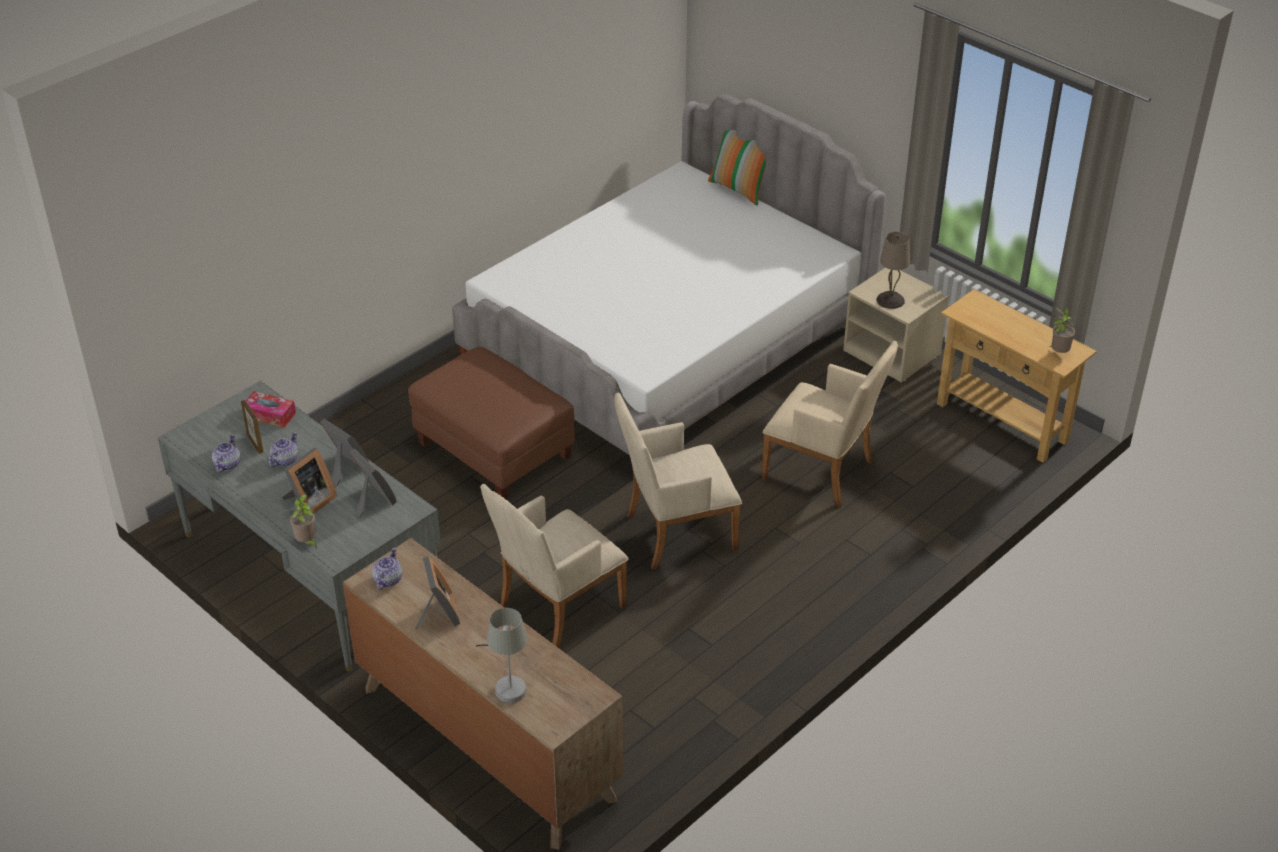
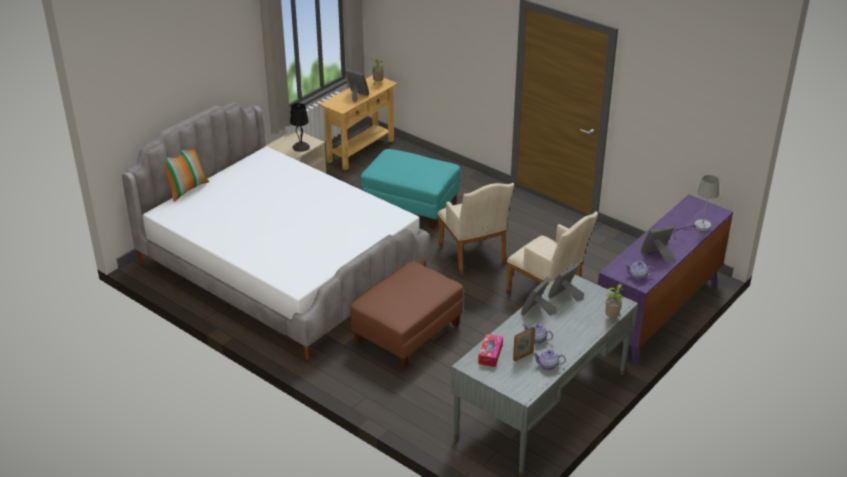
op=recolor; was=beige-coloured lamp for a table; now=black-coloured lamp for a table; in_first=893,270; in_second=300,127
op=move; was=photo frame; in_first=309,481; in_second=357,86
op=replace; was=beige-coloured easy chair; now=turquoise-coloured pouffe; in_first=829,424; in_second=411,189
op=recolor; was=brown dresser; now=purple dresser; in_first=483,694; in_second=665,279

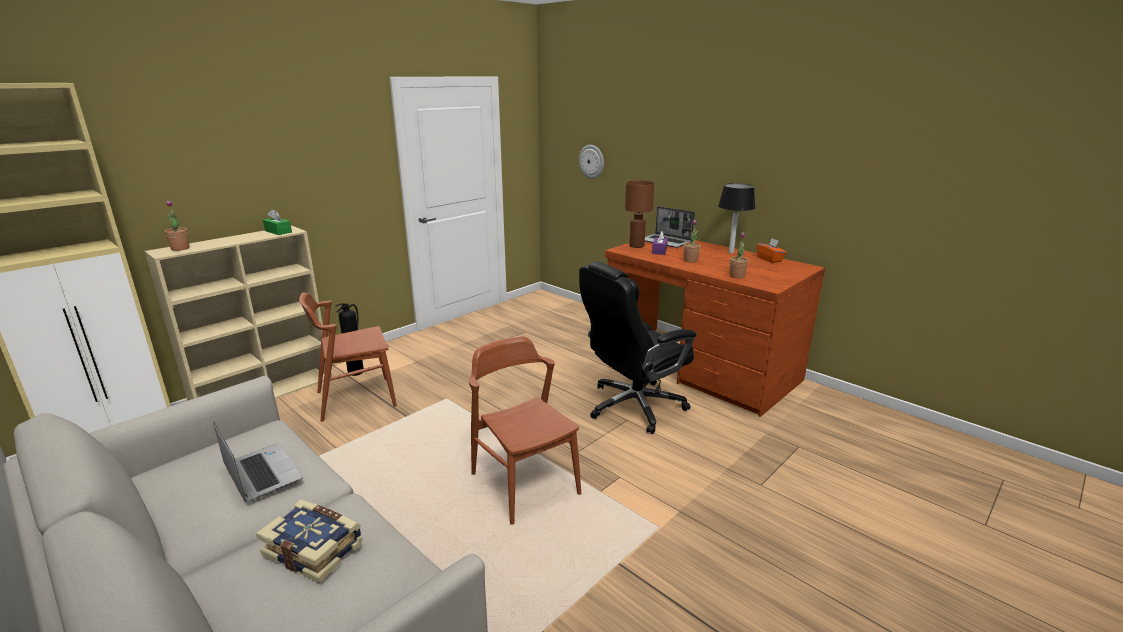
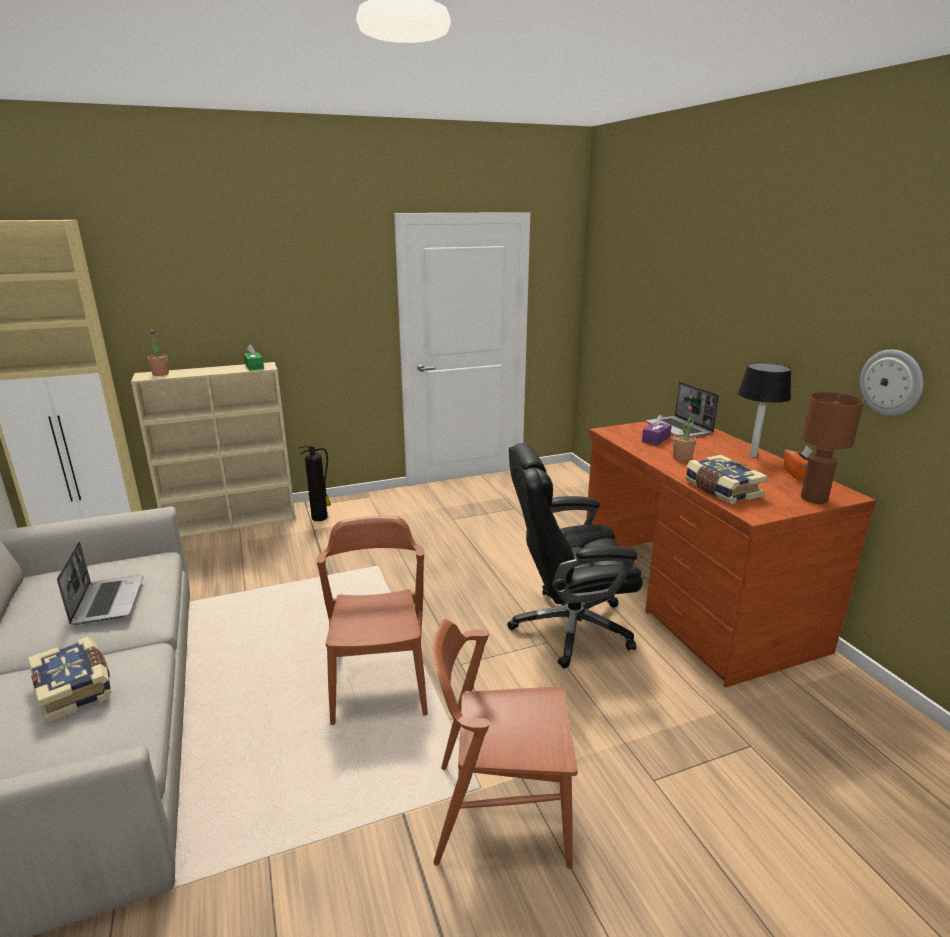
op=move; was=brown plain chair; in_first=348,357; in_second=505,744
op=replace; was=houseplant; now=bound book; in_first=738,255; in_second=726,479
op=move; was=brown lamp for a table; in_first=639,214; in_second=832,448
op=move; was=clock on the wall; in_first=591,161; in_second=891,382

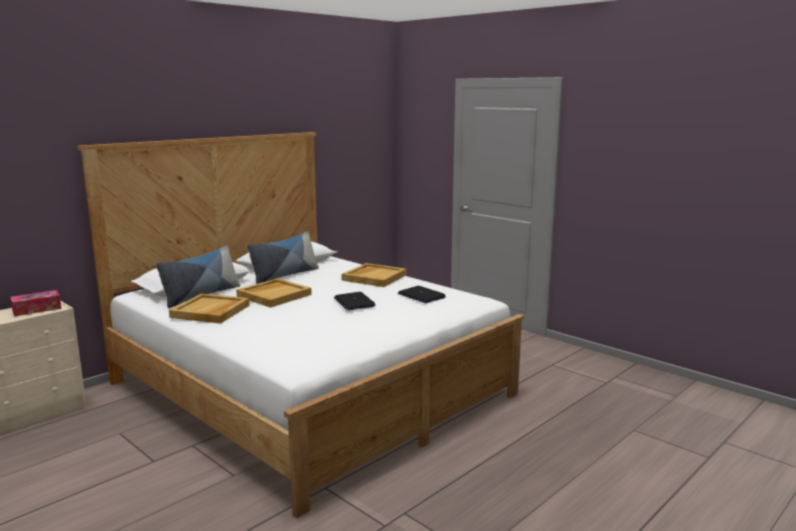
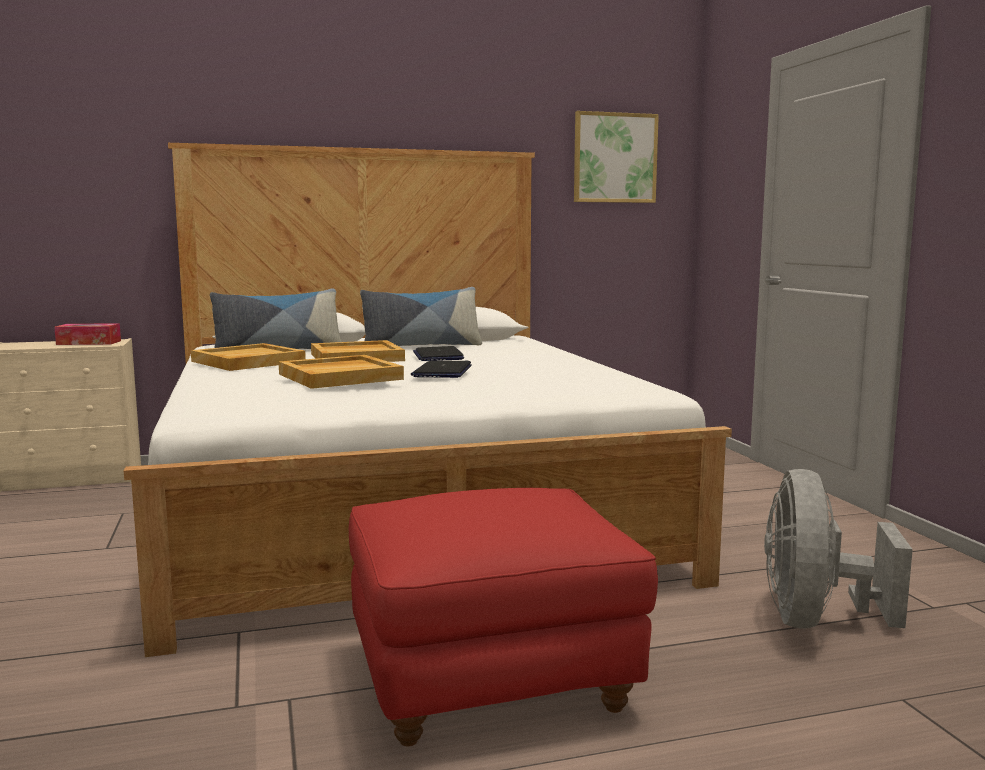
op=move; was=beige-coloured tray; in_first=374,275; in_second=341,372
op=insert; now=reddish pouffe; in_second=503,617
op=move; was=portable computer; in_first=422,294; in_second=438,353
op=insert; now=picture; in_second=616,157
op=insert; now=gray electric fan; in_second=838,549

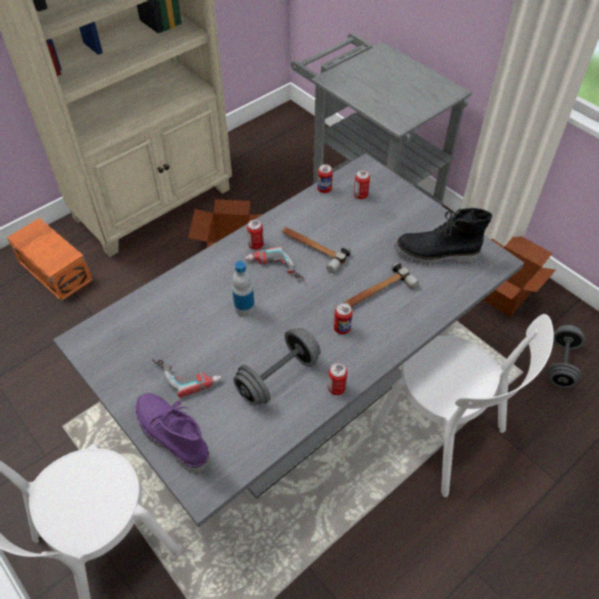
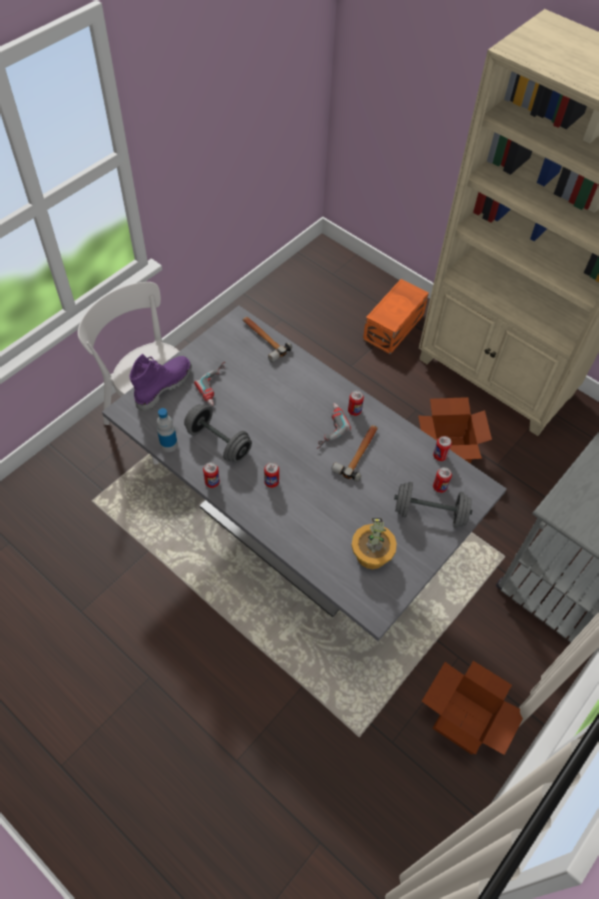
op=move; was=bottle; in_first=243,289; in_second=167,430
op=move; was=tool hammer; in_first=381,284; in_second=267,339
op=replace; was=black-coloured high-top boot; now=houseplant; in_first=443,236; in_second=374,543
op=move; was=gray dumbbell; in_first=566,356; in_second=433,505
op=delete; was=whitish plain chair; in_first=462,405

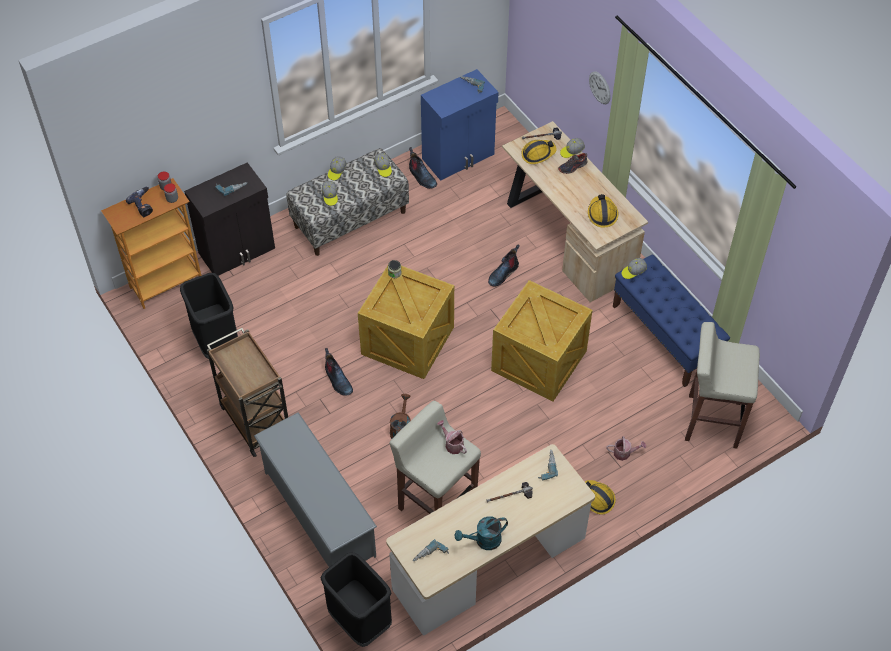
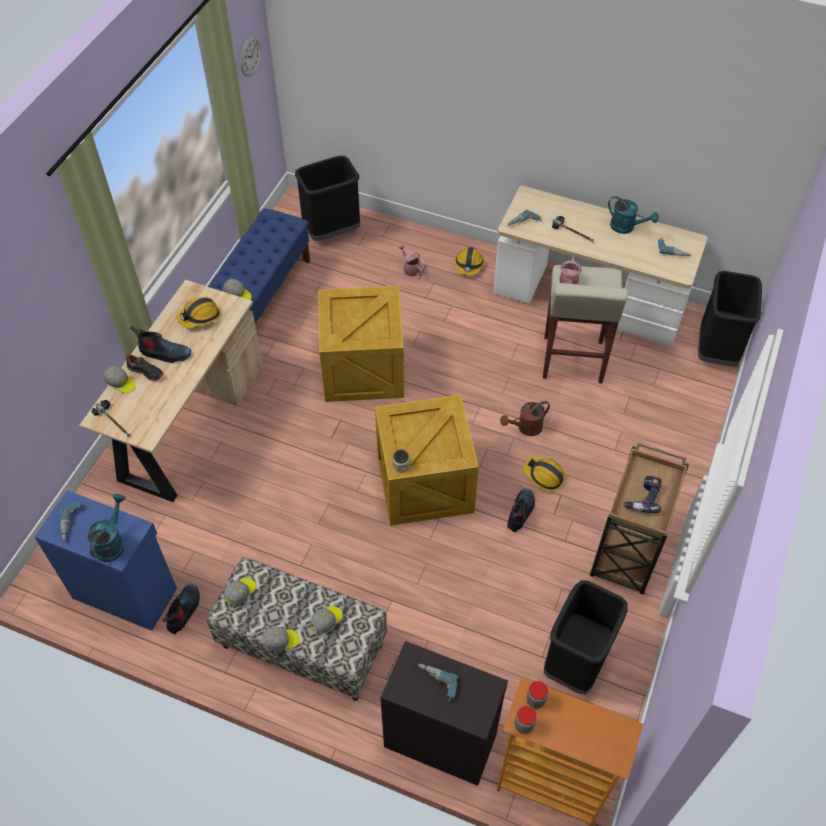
op=insert; now=turquoise-coloured watering pot; in_second=106,528
op=move; was=high-top boot; in_first=504,265; in_second=160,344
op=move; was=clock on the wall; in_first=600,87; in_second=251,56
op=replace; was=beige-coloured sitting stool; now=black-coloured rubbish bin; in_first=722,385; in_second=327,198
op=move; was=safety helmet; in_first=539,152; in_second=544,474
op=move; was=drill; in_first=139,202; in_second=642,494
op=delete; was=gray shoe shelf; in_first=315,489

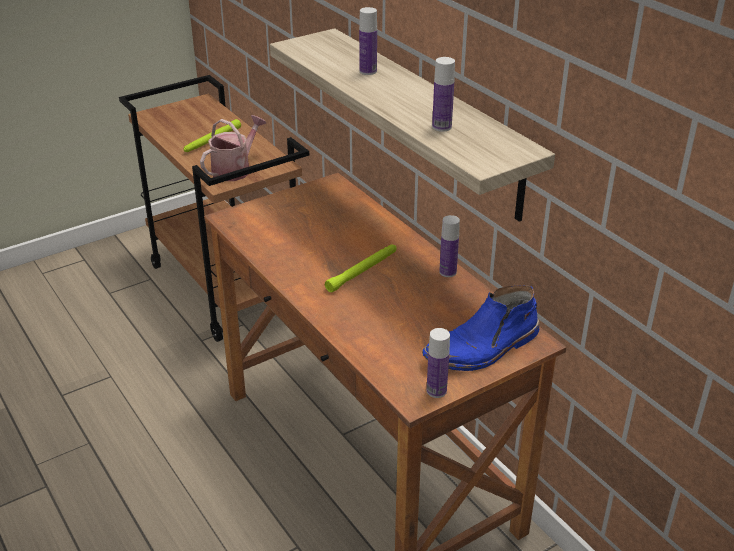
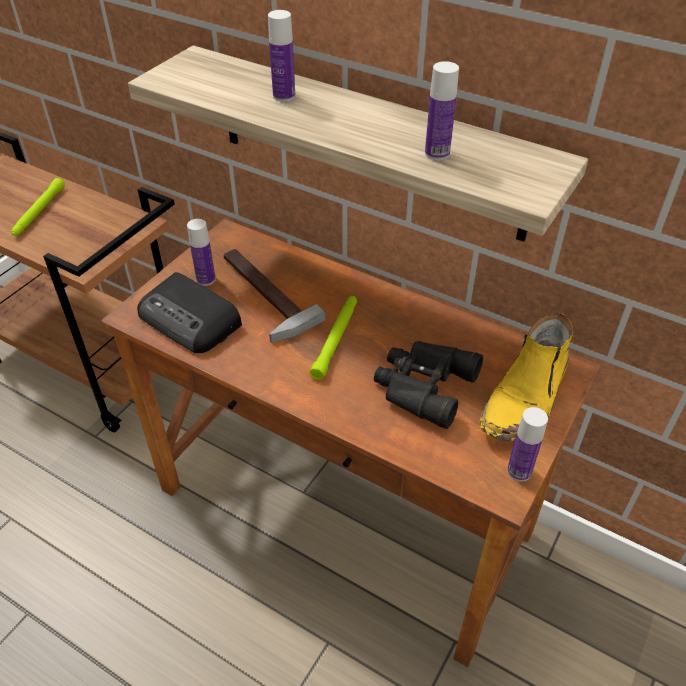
op=insert; now=radio receiver; in_second=189,312
op=move; was=bottle; in_first=449,246; in_second=201,252
op=insert; now=tool hammer; in_second=275,296
op=insert; now=black-coloured binoculars; in_second=428,385
op=recolor; was=blue-coloured high-top boot; now=yellow high-top boot; in_first=480,328; in_second=526,377
op=delete; was=watering pot; in_first=233,148

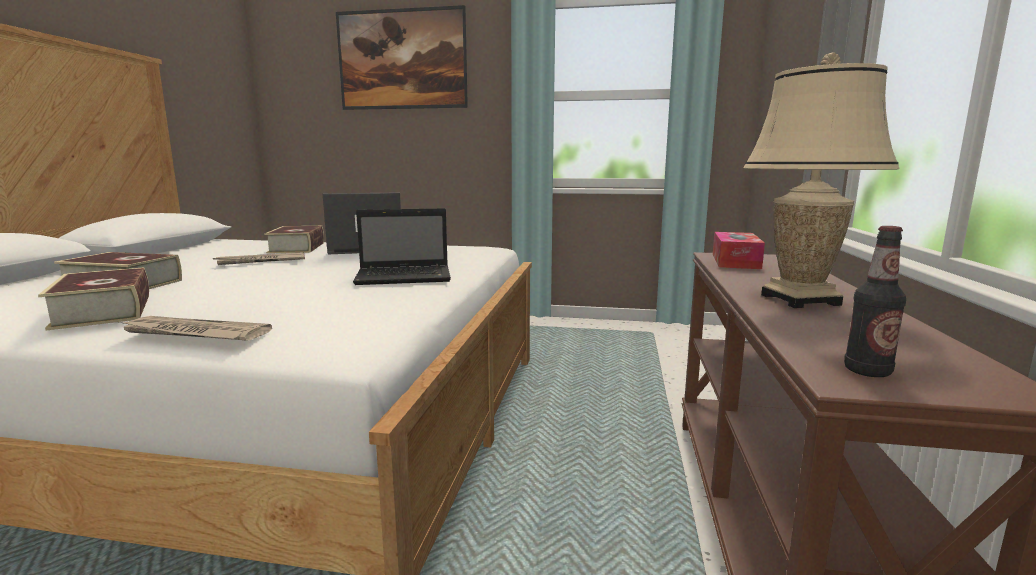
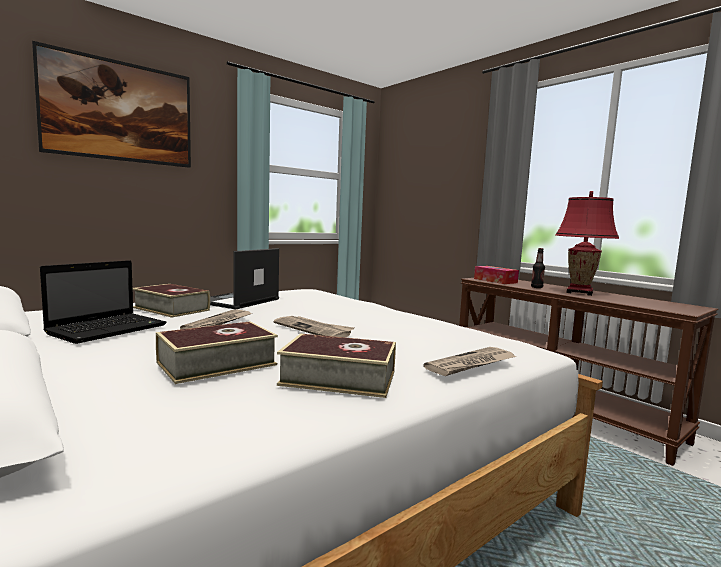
op=move; was=portable computer; in_first=402,246; in_second=103,302
op=insert; now=printed paper; in_second=314,326
op=move; was=bottle; in_first=875,301; in_second=538,268
op=recolor; was=beige-coloured lamp for a table; now=reddish lamp for a table; in_first=821,180; in_second=587,243

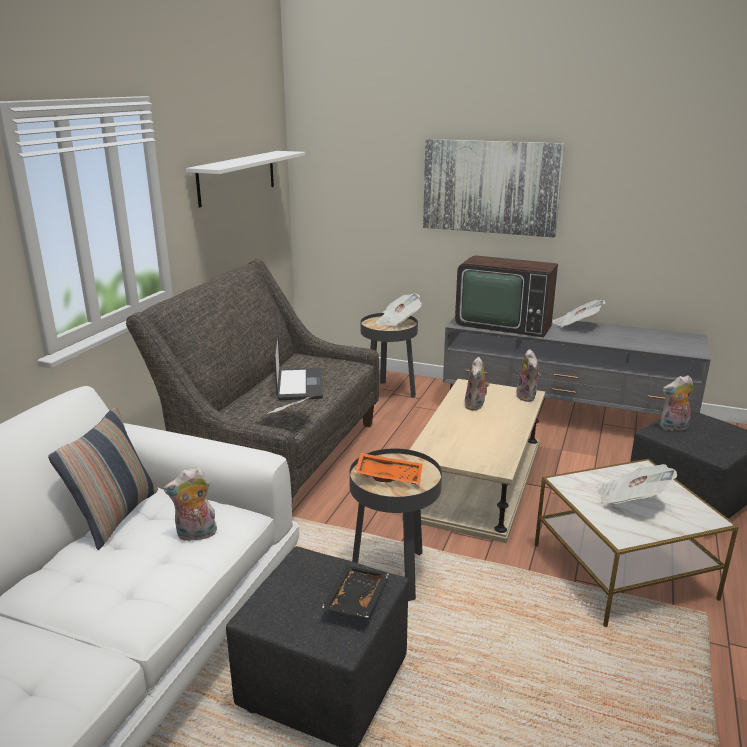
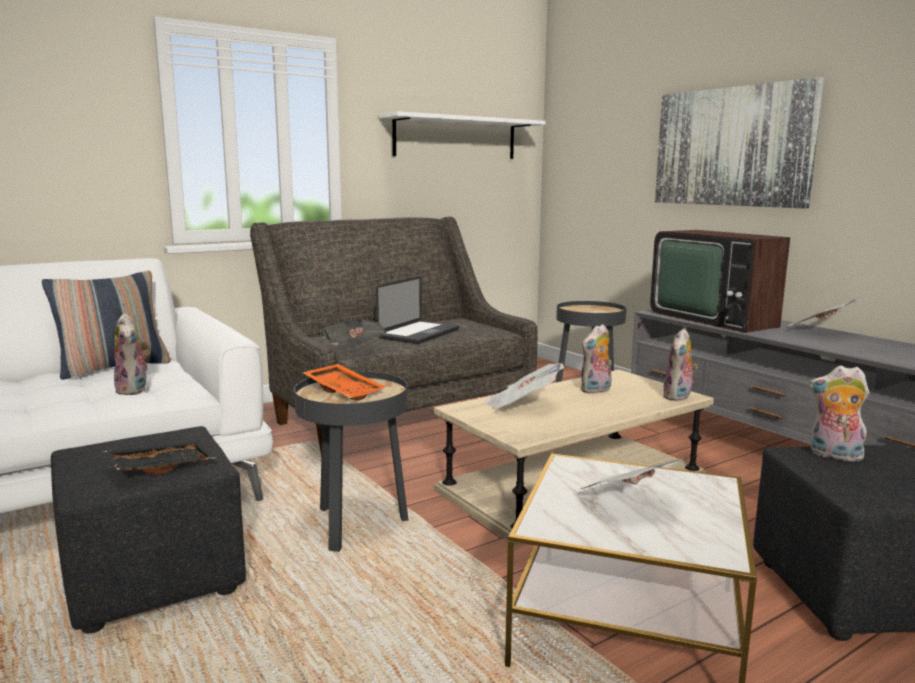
op=rotate; was=soft toy; in_first=190,504; in_second=132,354; clockwise=-135
op=move; was=printed paper; in_first=399,310; in_second=524,386

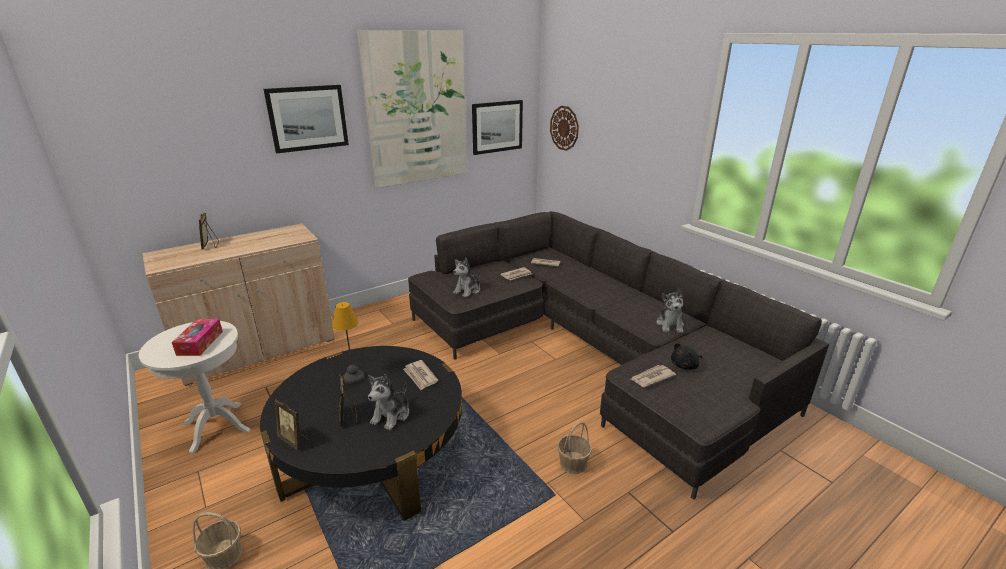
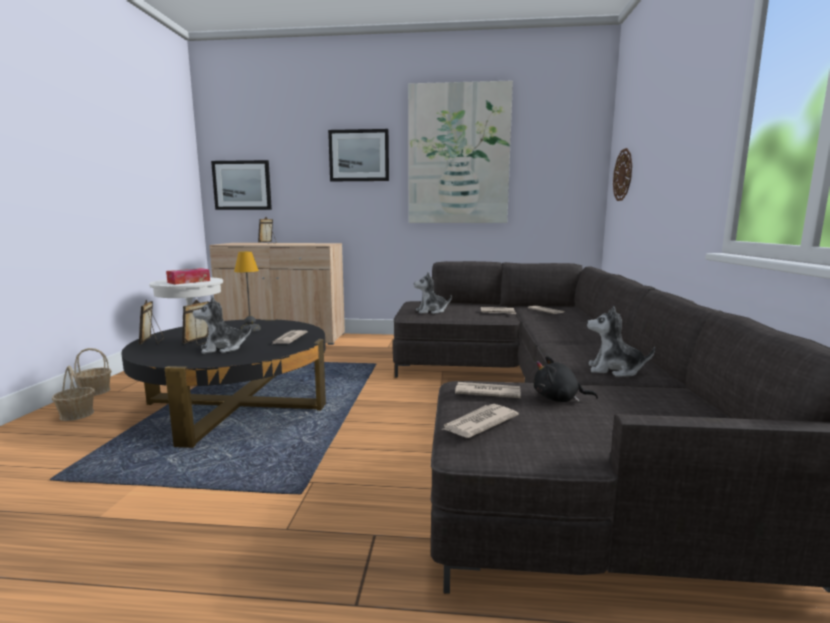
op=move; was=household basket; in_first=574,448; in_second=93,372
op=move; was=picture; in_first=497,127; in_second=241,185
op=insert; now=printed paper; in_second=480,421
op=rotate; was=soft toy; in_first=670,311; in_second=621,341; clockwise=60

